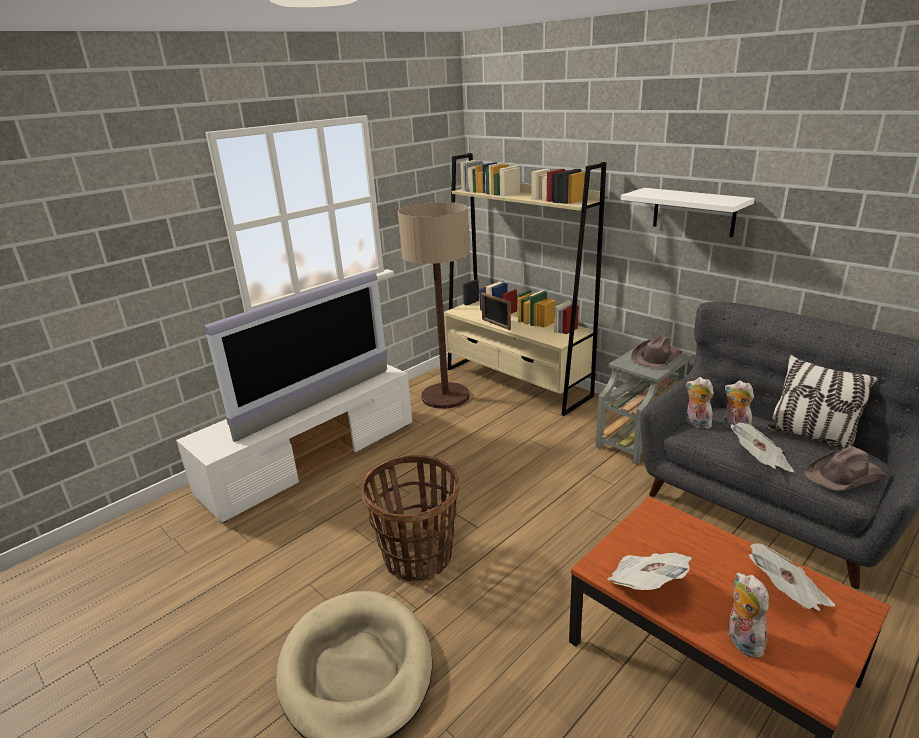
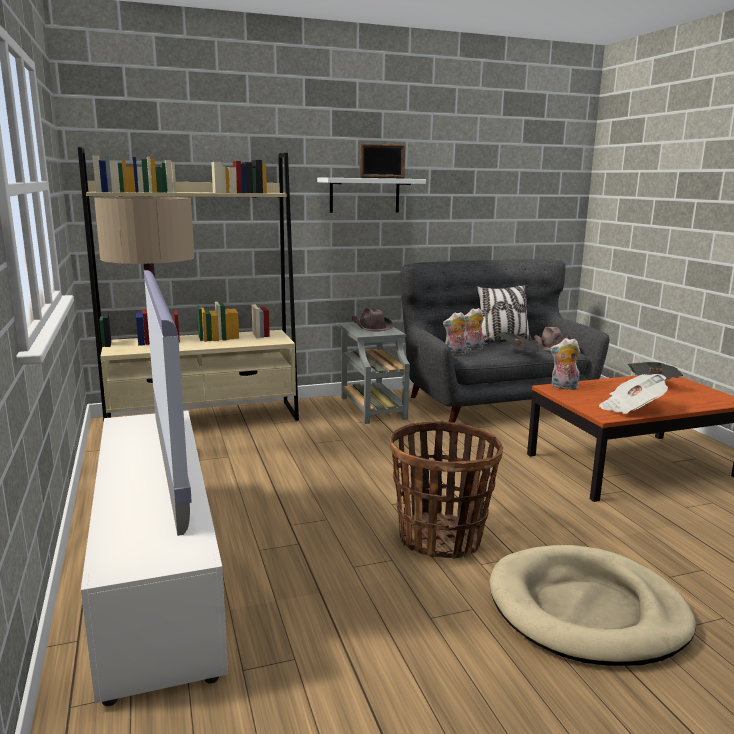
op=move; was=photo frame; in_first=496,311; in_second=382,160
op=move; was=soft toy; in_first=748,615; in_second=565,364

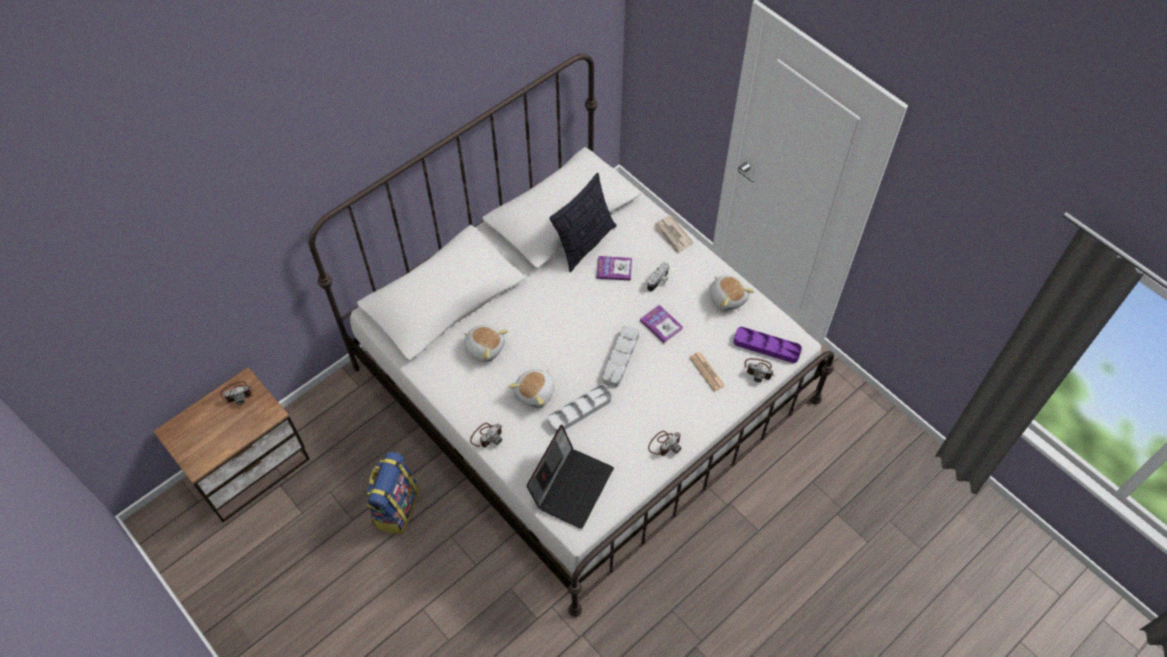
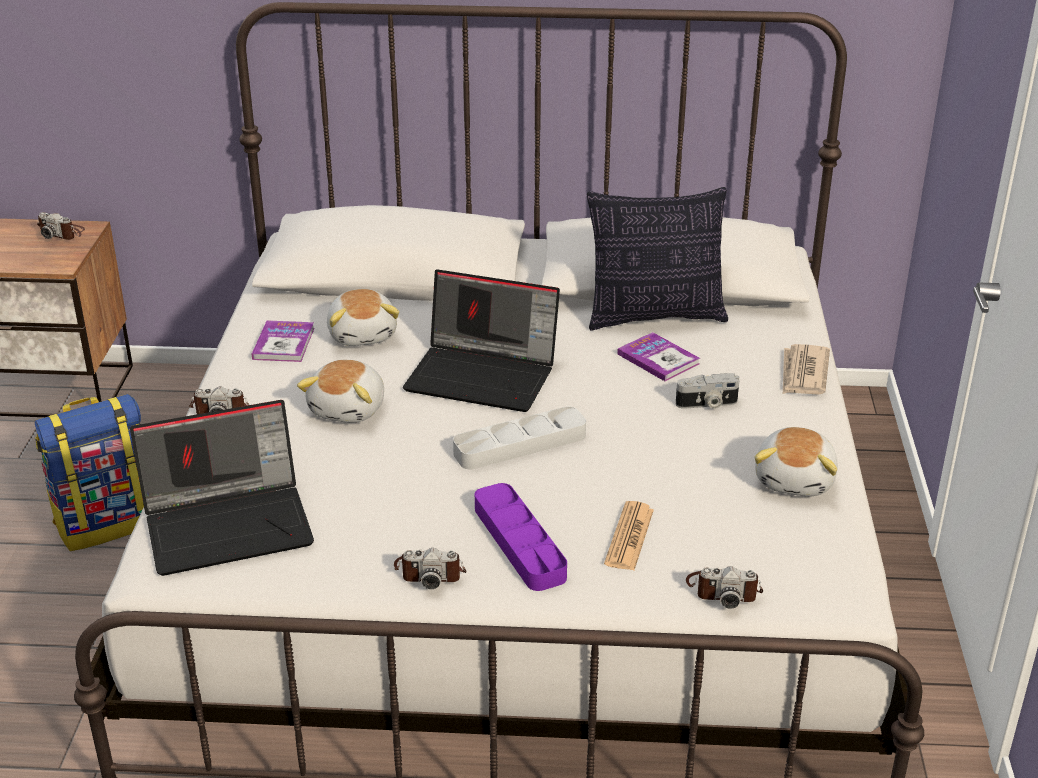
op=move; was=bound book; in_first=661,324; in_second=283,341
op=rotate; was=soft toy; in_first=532,388; in_second=340,391; clockwise=-60
op=insert; now=portable computer; in_second=481,340
op=move; was=purple tray; in_first=767,345; in_second=521,537
op=rotate; was=photo camera; in_first=759,370; in_second=724,587; clockwise=-60
op=delete; was=gray tray; in_first=579,409

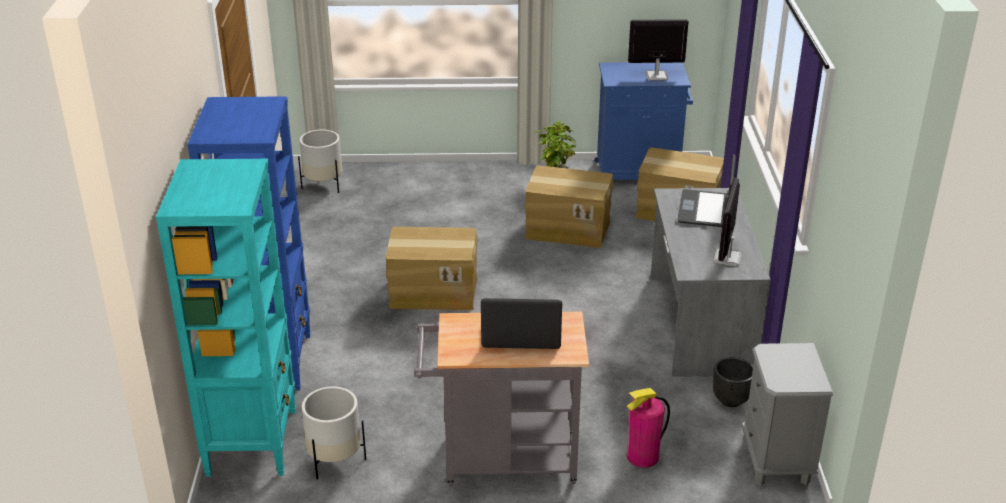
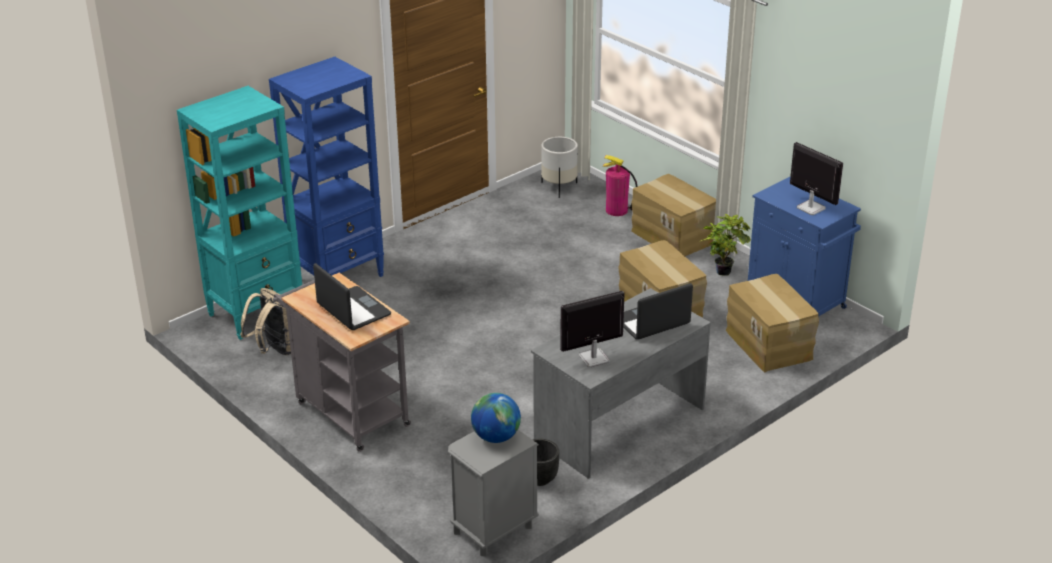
op=replace; was=whitish plant pot; now=beige-coloured backpack; in_first=334,433; in_second=265,321
op=insert; now=world globe; in_second=496,418
op=move; was=fire extinguisher; in_first=648,428; in_second=619,185
op=move; was=carton; in_first=432,268; in_second=673,215

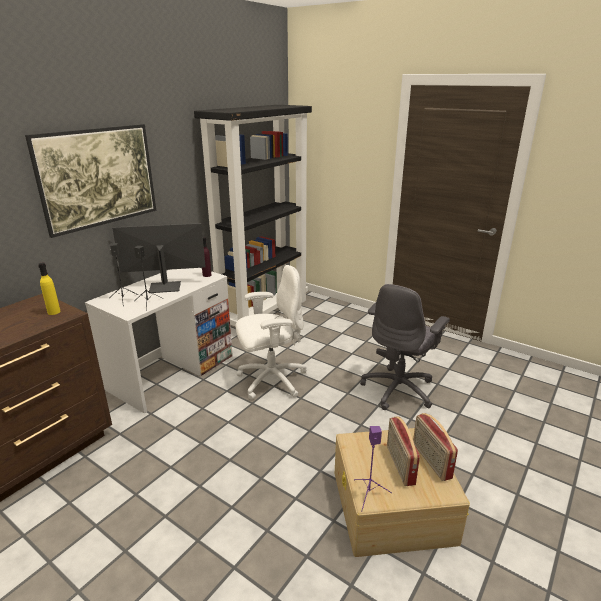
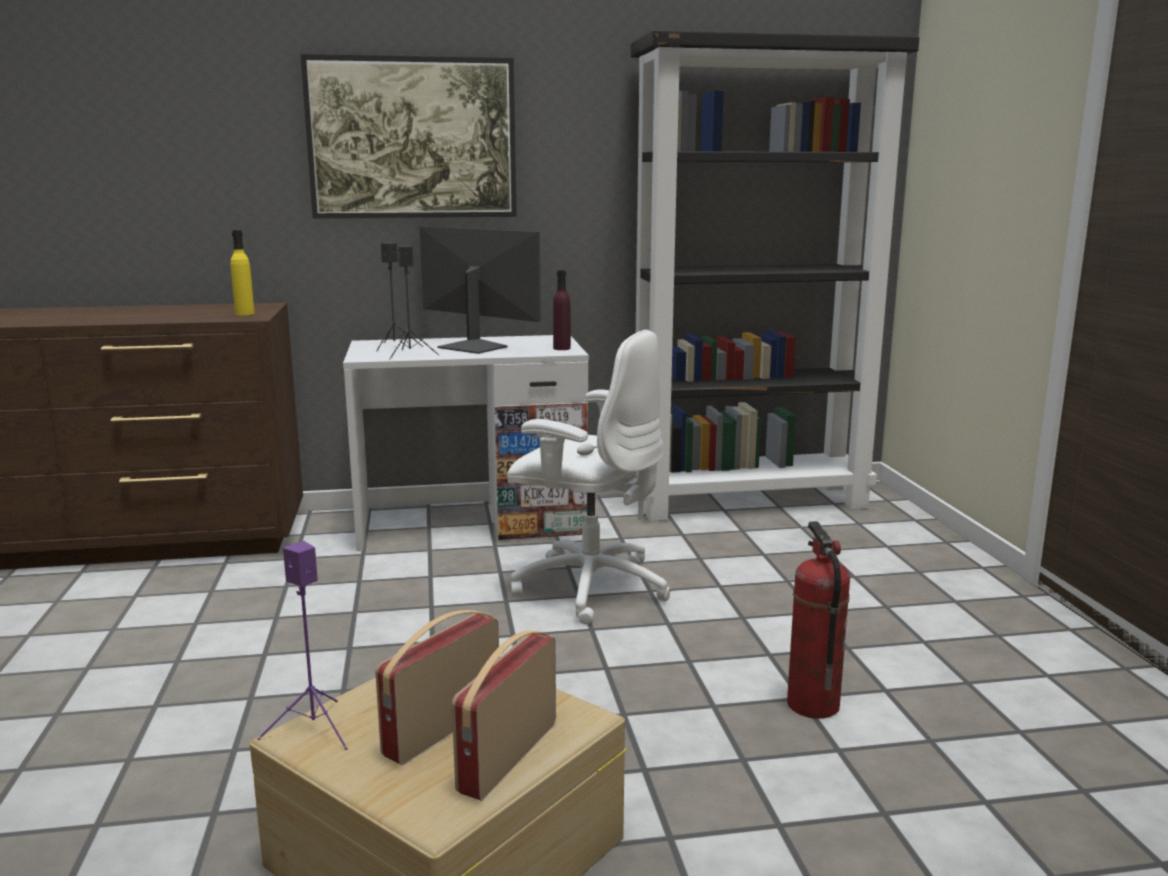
op=replace; was=gray computer chair; now=fire extinguisher; in_first=405,347; in_second=818,620

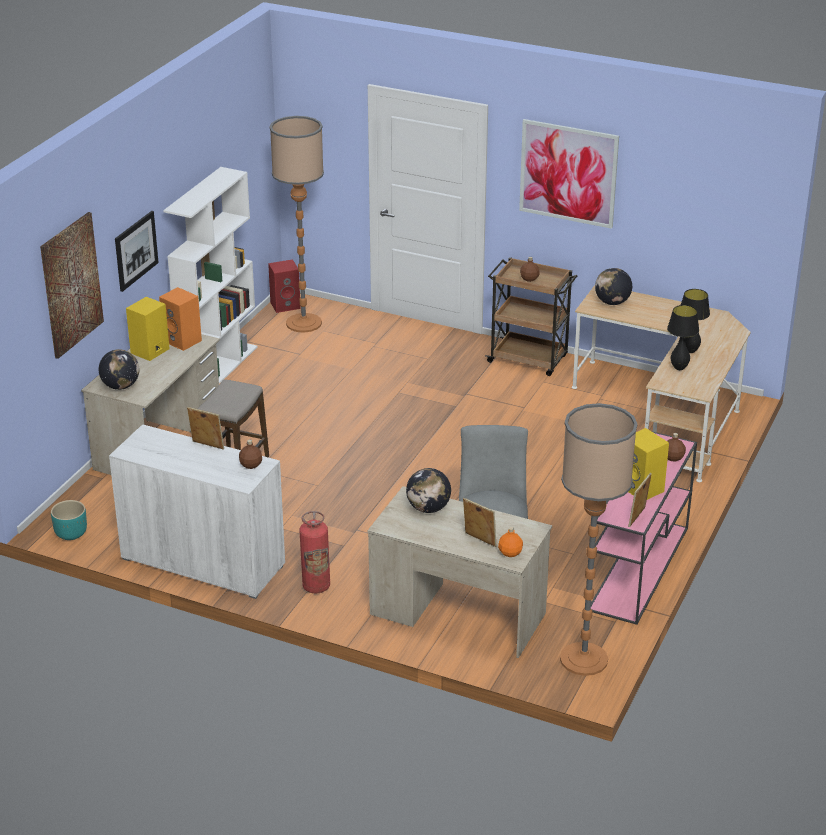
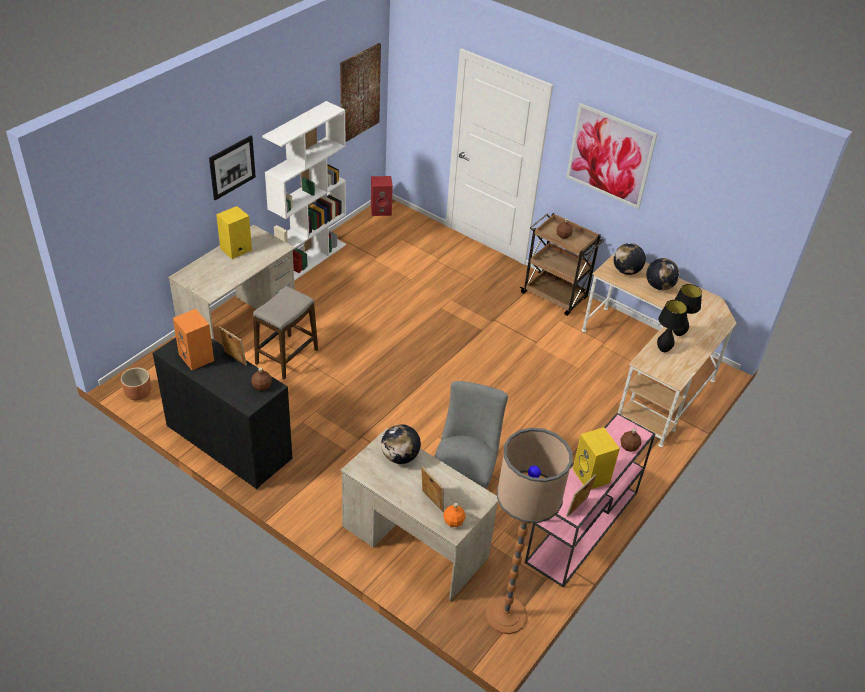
op=recolor; was=turquoise-coloured plant pot; now=brown plant pot; in_first=69,520; in_second=136,383
op=recolor; was=whitish cupboard; now=black-coloured cupboard; in_first=197,511; in_second=222,414
op=move; was=orange loudspeaker; in_first=180,319; in_second=193,339
op=move; was=picture; in_first=72,285; in_second=360,92
op=move; was=world globe; in_first=119,369; in_second=662,274
op=delete; was=standing lamp; in_first=296,224
op=delete; was=fire extinguisher; in_first=314,552

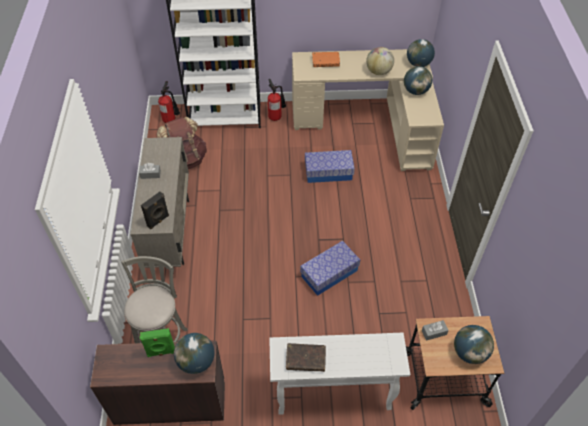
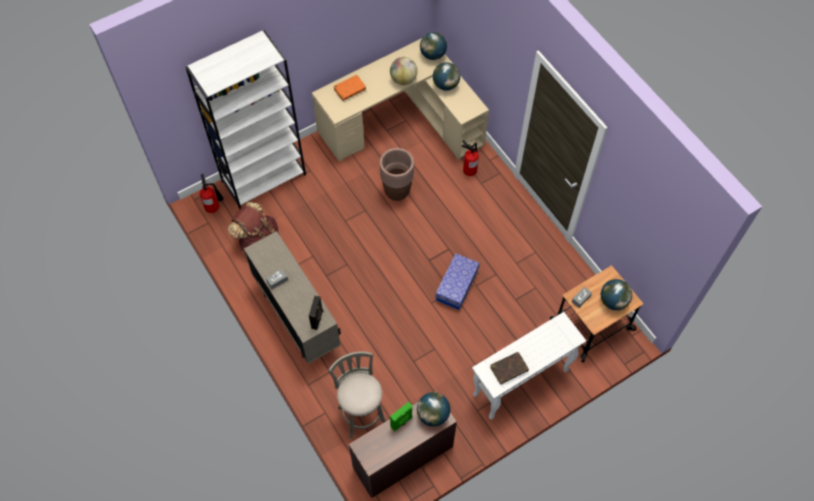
op=replace; was=storage bin; now=brown plant pot; in_first=330,166; in_second=396,174
op=move; was=fire extinguisher; in_first=277,100; in_second=470,158

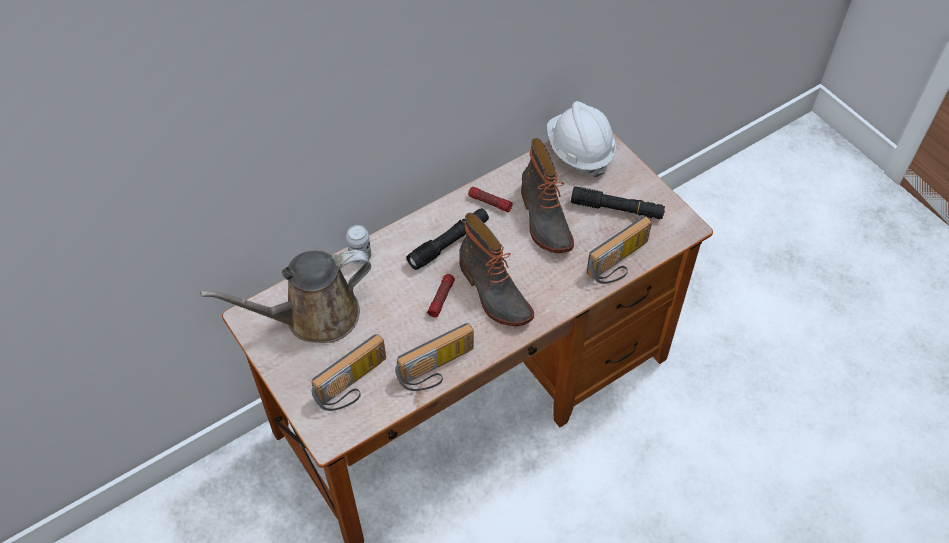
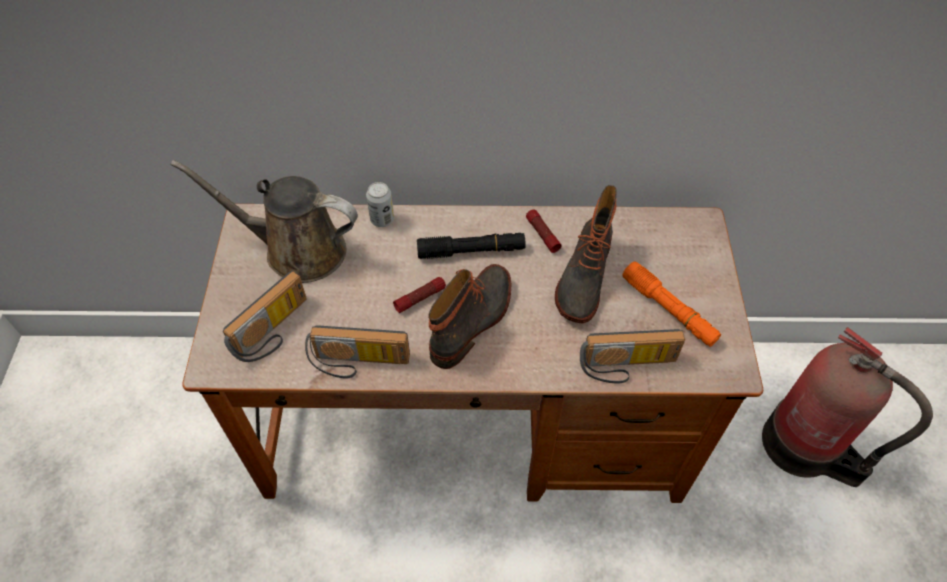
op=rotate; was=radio receiver; in_first=348,372; in_second=264,316; clockwise=-45
op=rotate; was=high-top boot; in_first=496,270; in_second=470,316; clockwise=-150
op=recolor; was=black-coloured hand torch; now=orange hand torch; in_first=618,202; in_second=671,304
op=insert; now=fire extinguisher; in_second=847,407
op=delete; was=whitish safety helmet; in_first=581,139

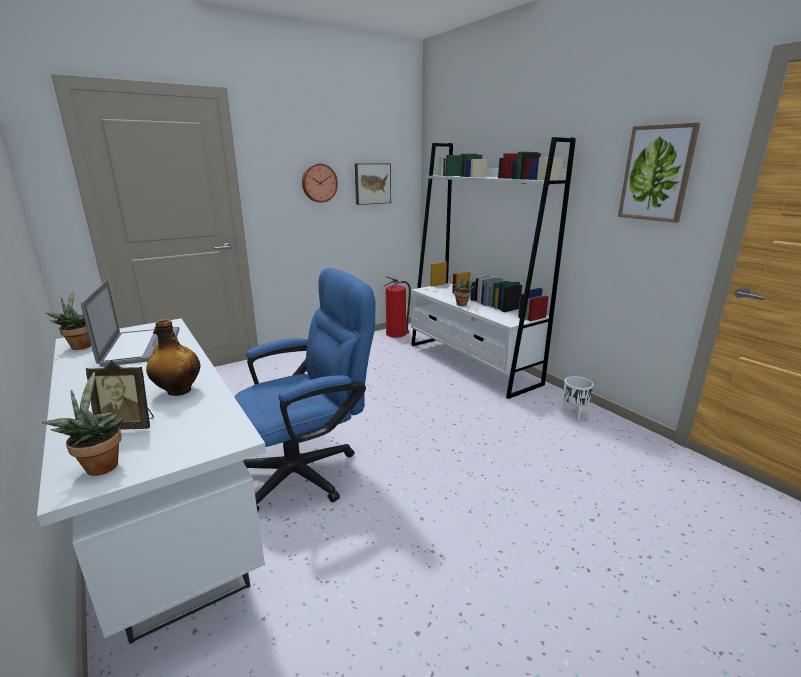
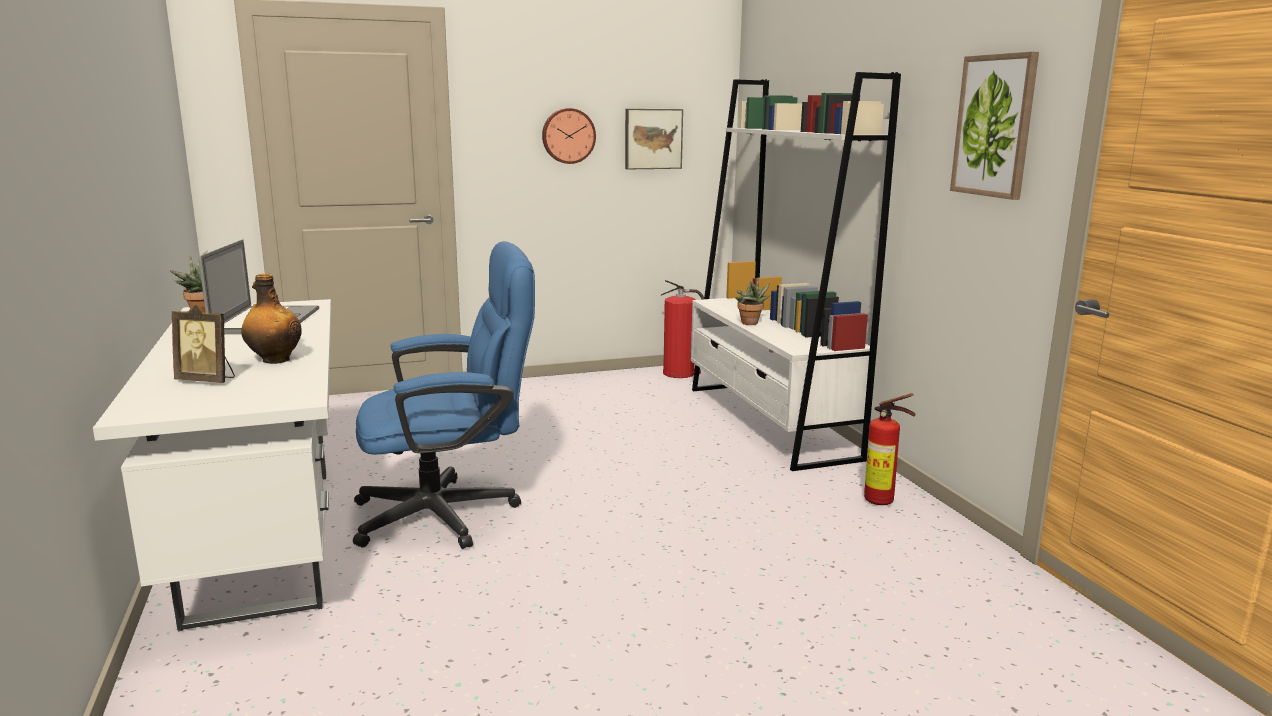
op=replace; was=whitish plant pot; now=fire extinguisher; in_first=577,398; in_second=890,449
op=delete; was=houseplant; in_first=82,424

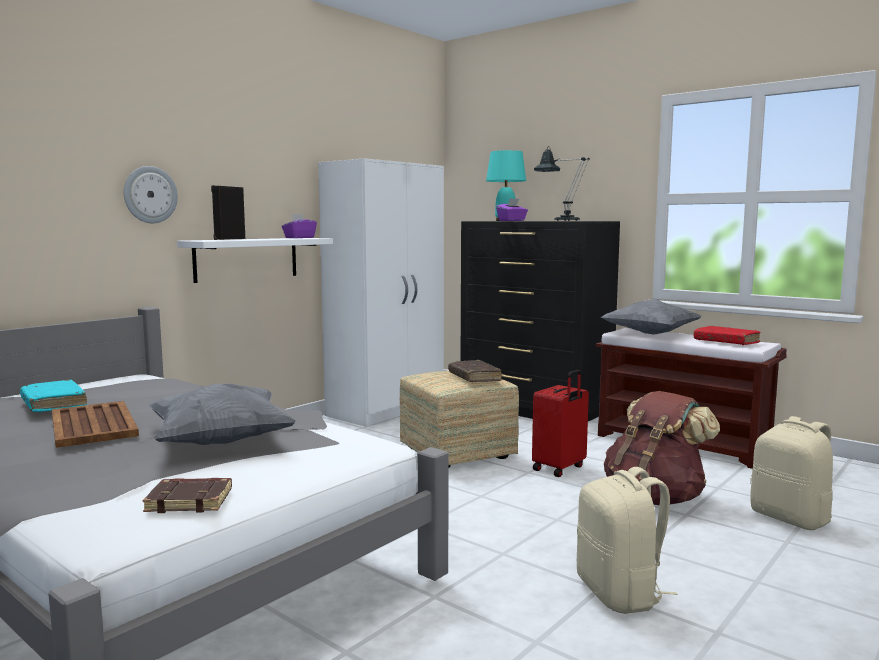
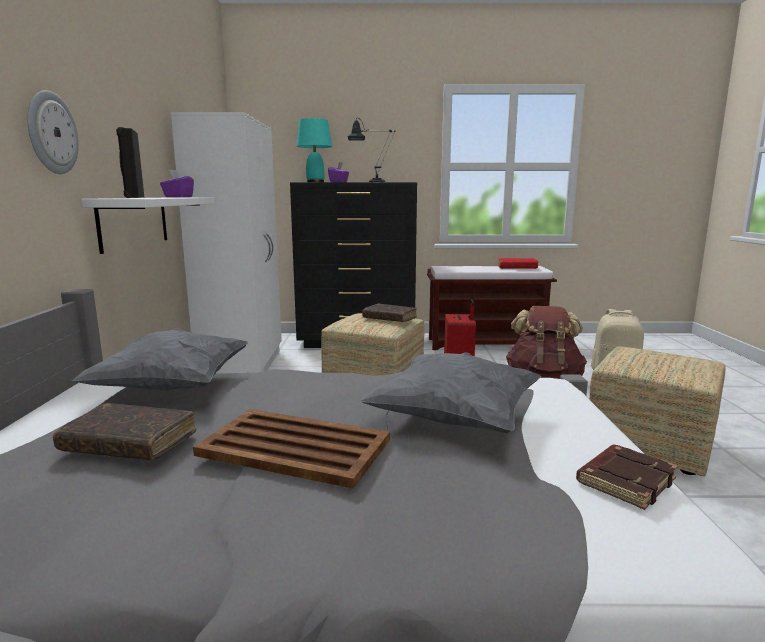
op=recolor; was=turquoise-coloured bound book; now=brown bound book; in_first=53,396; in_second=125,431
op=move; was=gray pillow; in_first=651,317; in_second=159,359
op=replace; was=beige-coloured backpack; now=pouffe; in_first=627,540; in_second=657,411

